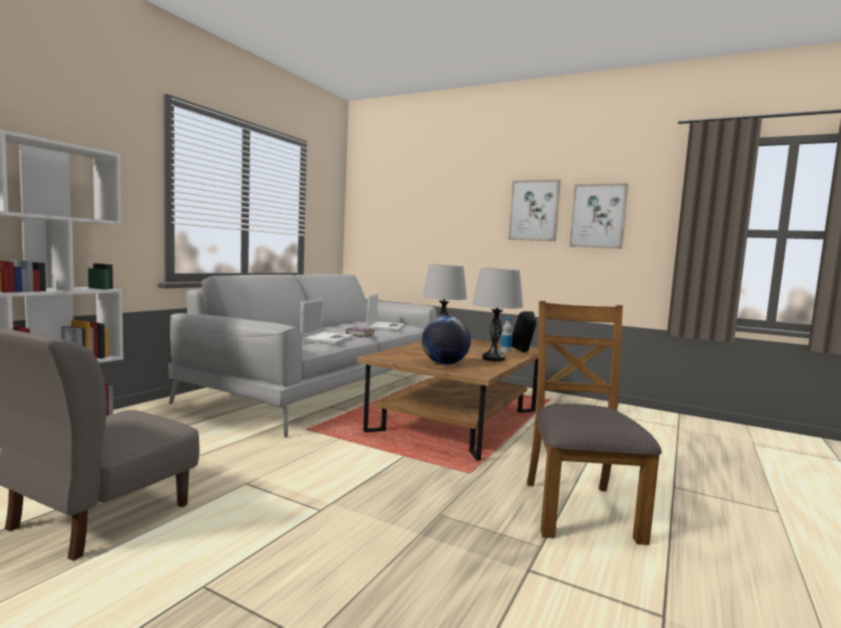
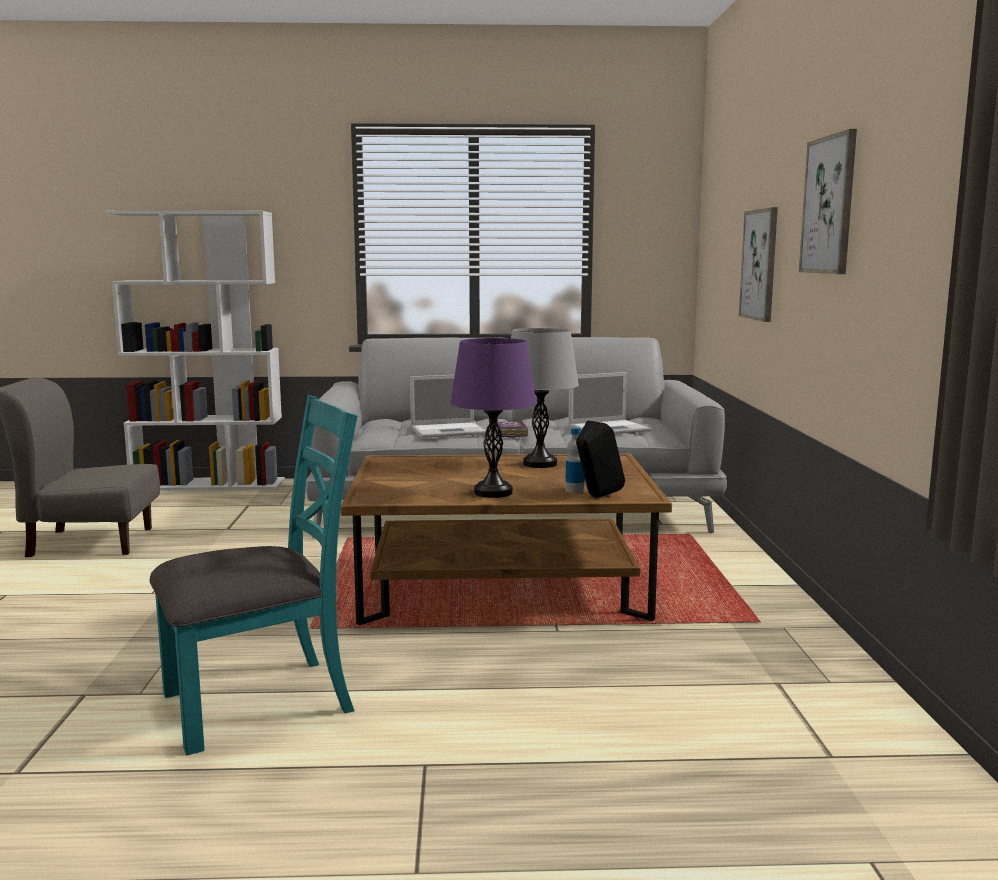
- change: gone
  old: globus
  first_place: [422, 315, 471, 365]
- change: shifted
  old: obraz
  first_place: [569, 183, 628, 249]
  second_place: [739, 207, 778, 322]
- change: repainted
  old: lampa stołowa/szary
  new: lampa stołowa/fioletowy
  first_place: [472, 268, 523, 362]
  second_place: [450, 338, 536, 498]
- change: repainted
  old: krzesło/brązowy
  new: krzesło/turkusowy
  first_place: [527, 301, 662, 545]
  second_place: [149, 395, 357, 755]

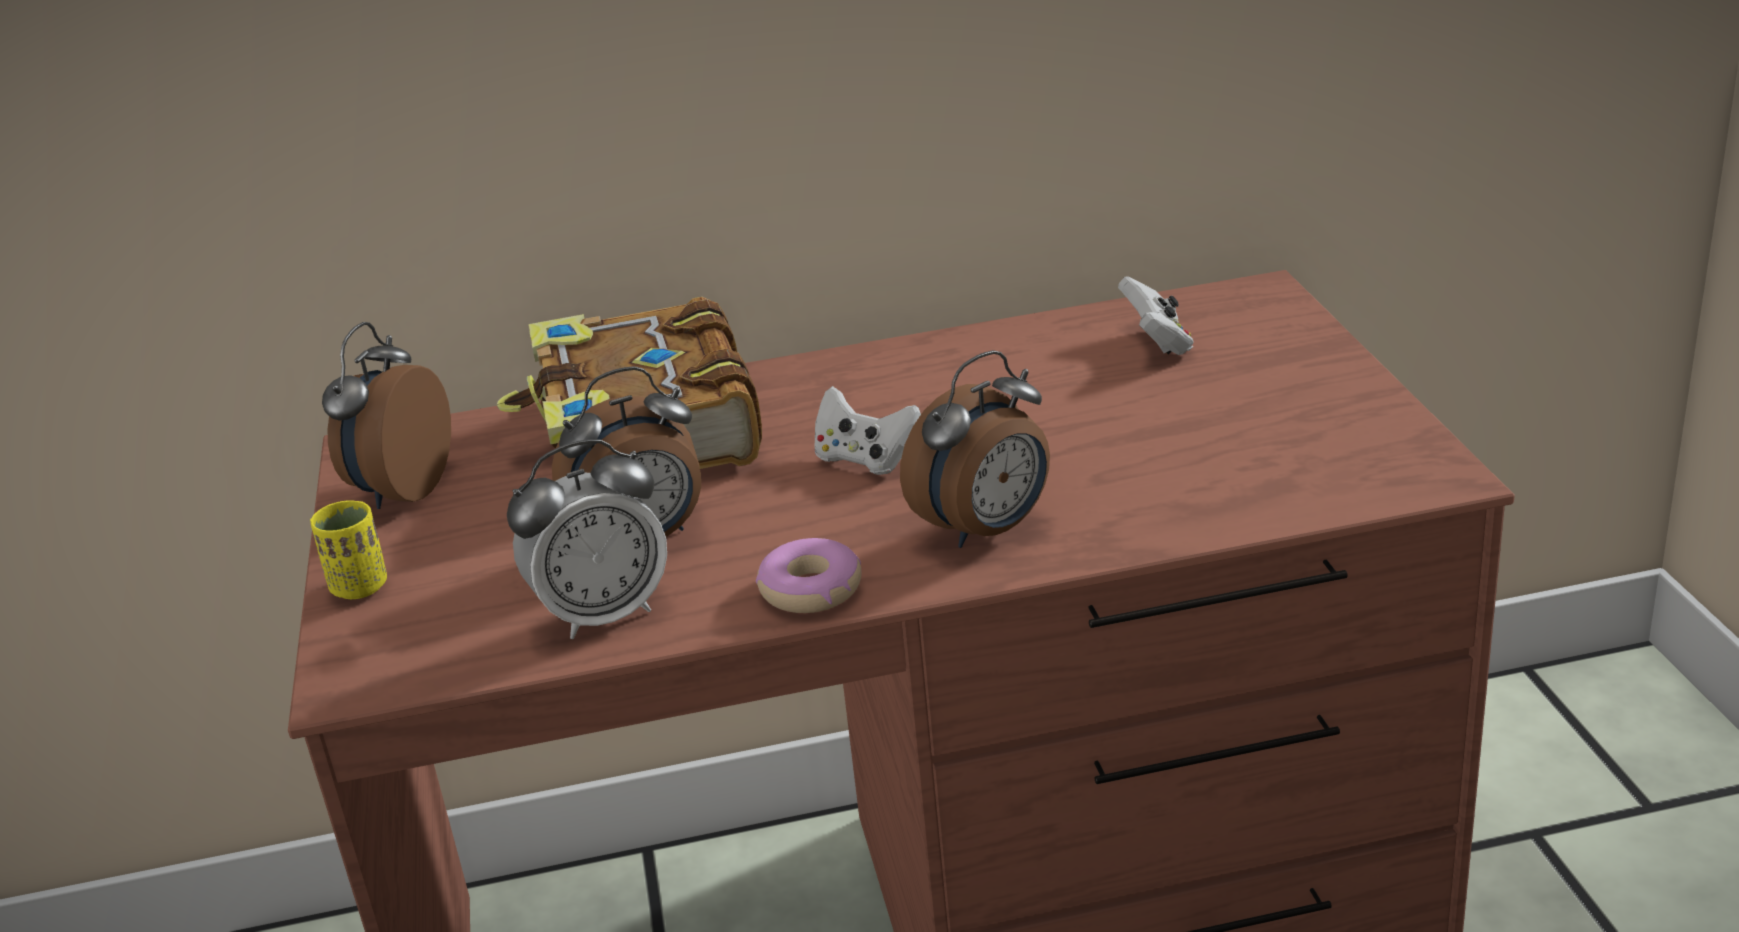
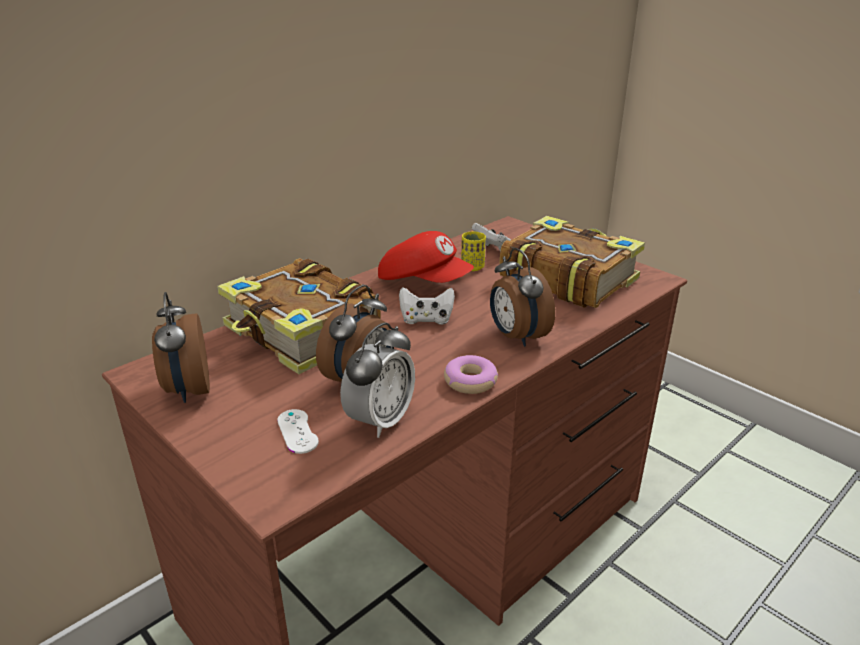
- change: new
  new: pad do gier/biały
  second_place: [277, 409, 319, 454]
- change: new
  new: czapka z daszkiem/czerwony
  second_place: [378, 231, 474, 283]
- change: new
  new: książka
  second_place: [499, 216, 645, 308]
- change: shifted
  old: filiżanka/żółty
  first_place: [310, 500, 387, 599]
  second_place: [461, 231, 486, 271]
- change: rotated
  old: budzik
  first_place: [900, 350, 1050, 548]
  second_place: [490, 248, 555, 347]
  degrees: 135

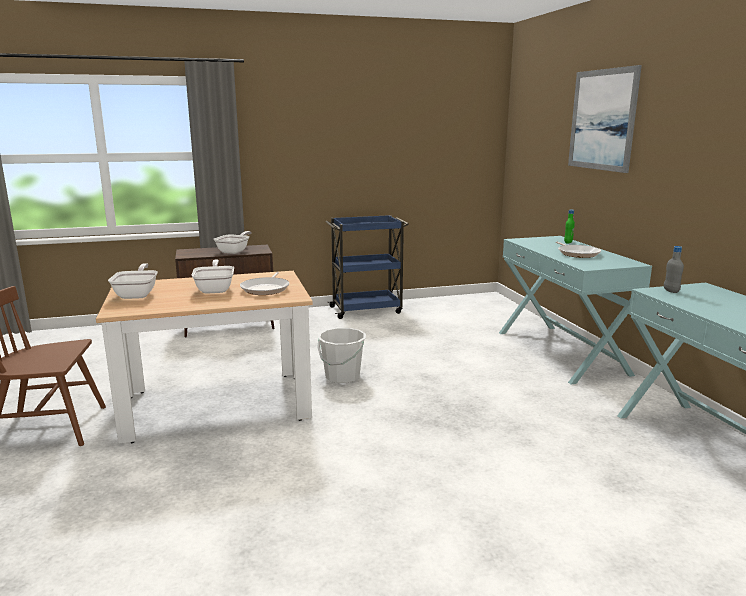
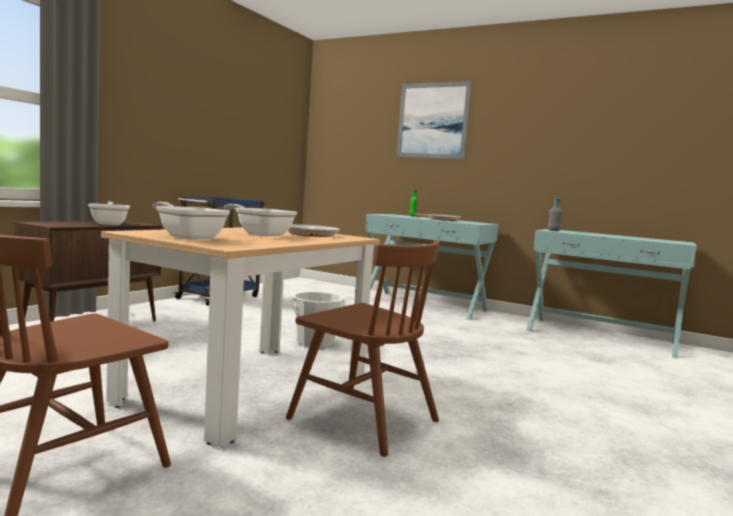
- change: new
  new: krzesło/brązowy
  second_place: [286, 240, 439, 457]

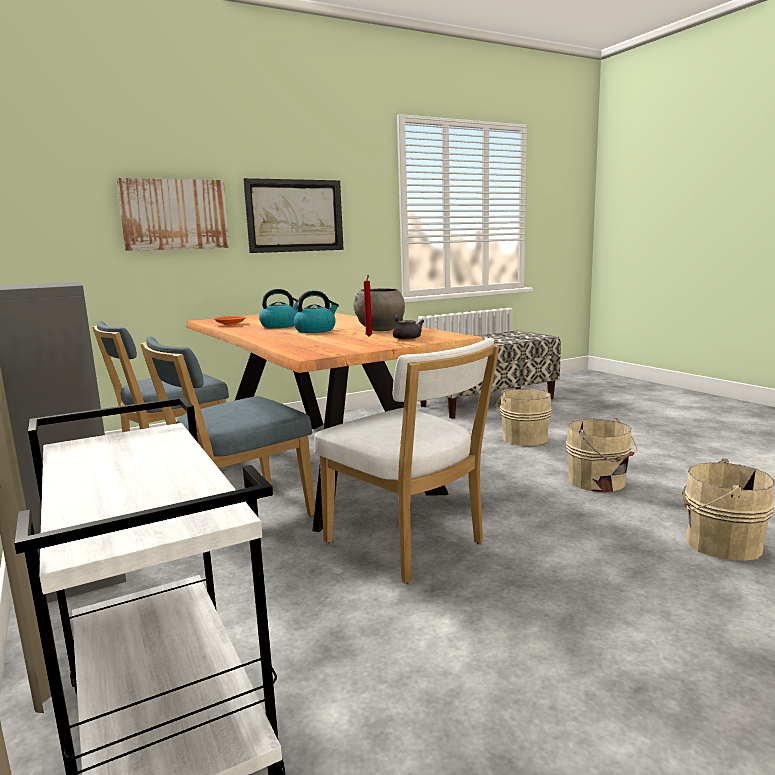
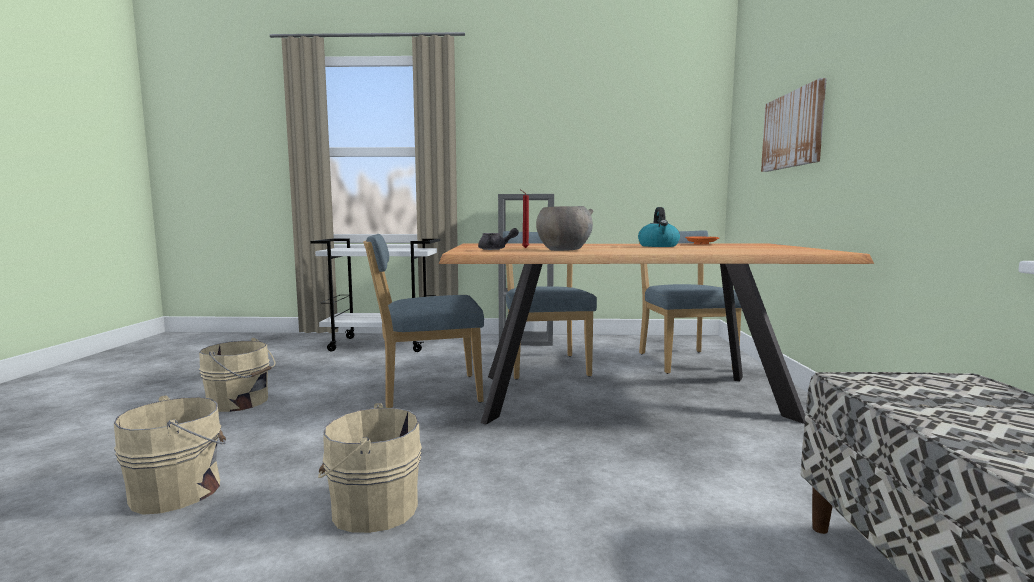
- change: gone
  old: obraz
  first_place: [243, 178, 344, 253]
- change: gone
  old: czajnik
  first_place: [294, 291, 339, 333]
- change: shifted
  old: wiadro/beżowy
  first_place: [496, 388, 552, 446]
  second_place: [199, 338, 275, 412]
- change: repainted
  old: krzesło/biały
  new: krzesło/niebieski
  first_place: [314, 338, 499, 583]
  second_place: [363, 234, 484, 408]

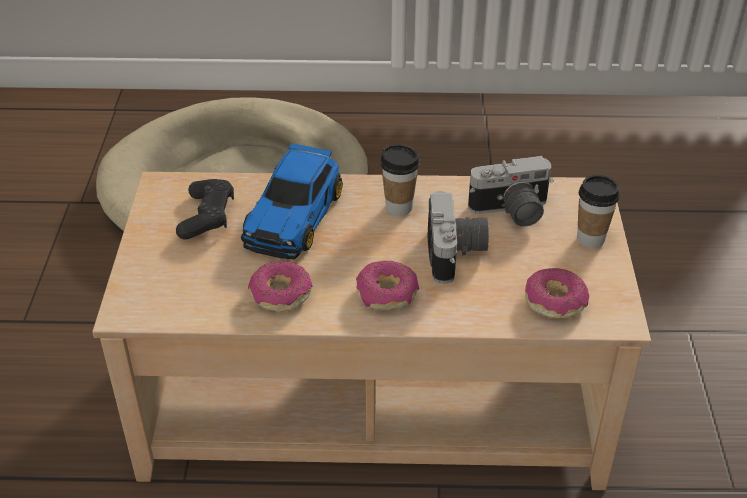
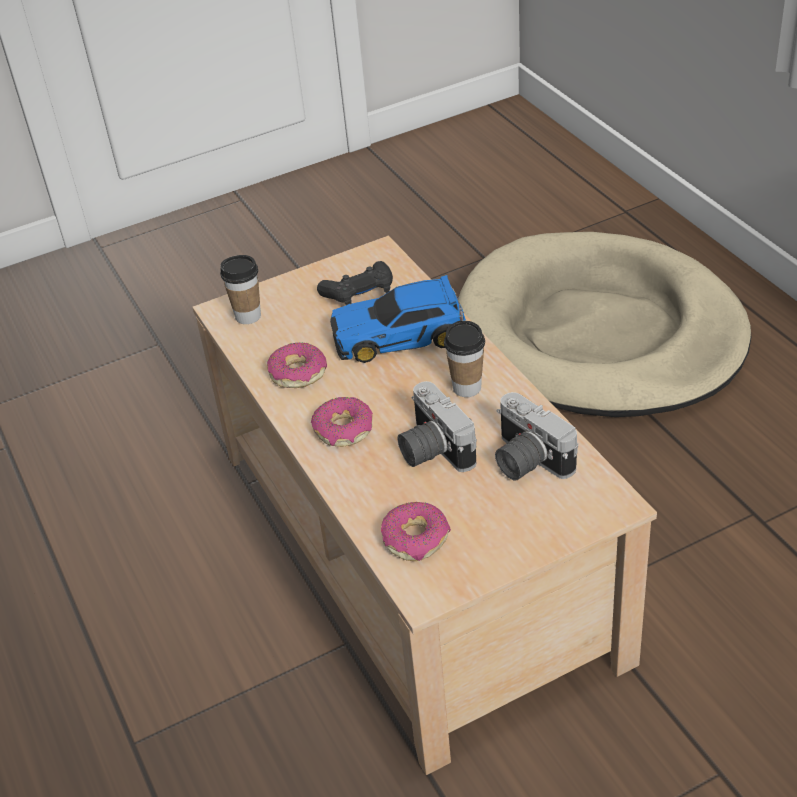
- change: shifted
  old: filiżanka
  first_place: [577, 175, 620, 248]
  second_place: [220, 255, 261, 324]
- change: rotated
  old: aparat fotograficzny
  first_place: [427, 192, 489, 284]
  second_place: [398, 381, 477, 472]
  degrees: 90

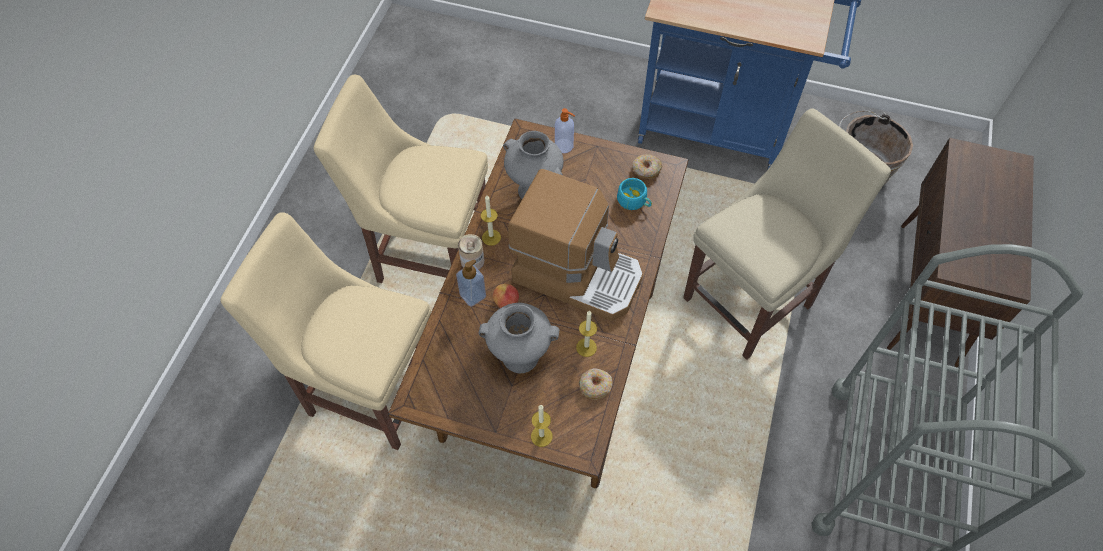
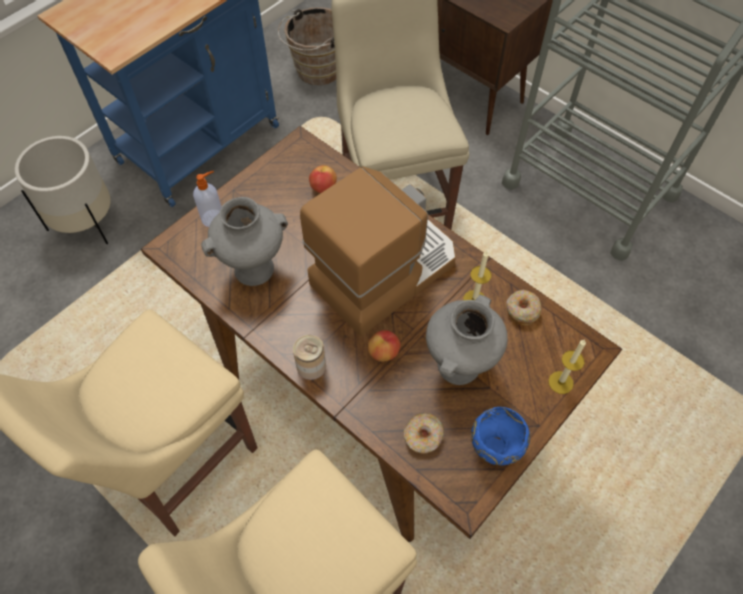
- change: gone
  old: dozownik mydła
  first_place: [456, 259, 486, 307]
- change: gone
  old: świeca
  first_place: [481, 196, 501, 246]
- change: new
  new: donica/biały
  second_place: [15, 136, 111, 244]
- change: new
  new: miska/niebieski
  second_place: [471, 407, 530, 466]
- change: shifted
  old: donut
  first_place: [633, 154, 662, 179]
  second_place: [404, 413, 444, 454]
- change: swapped
  old: filiżanka/turkusowy
  new: jabłko
  first_place: [617, 178, 652, 210]
  second_place: [309, 165, 337, 193]

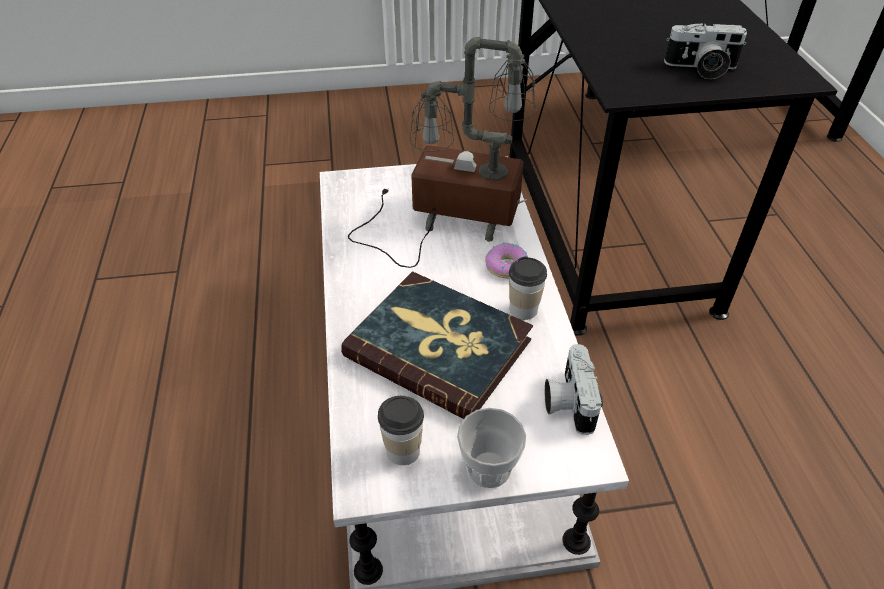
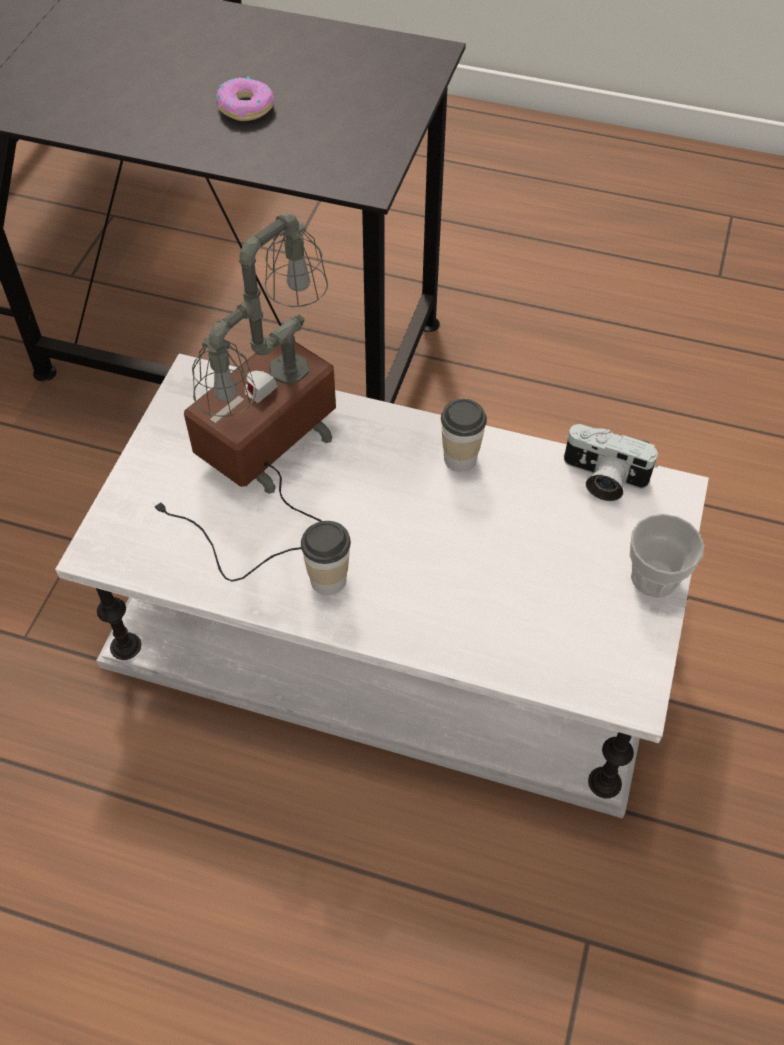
- change: gone
  old: książka
  first_place: [341, 271, 533, 419]
- change: gone
  old: aparat fotograficzny
  first_place: [664, 23, 747, 79]
- change: shifted
  old: filiżanka
  first_place: [378, 396, 424, 465]
  second_place: [301, 521, 351, 595]
- change: shifted
  old: donut
  first_place: [485, 242, 528, 279]
  second_place: [216, 77, 275, 121]

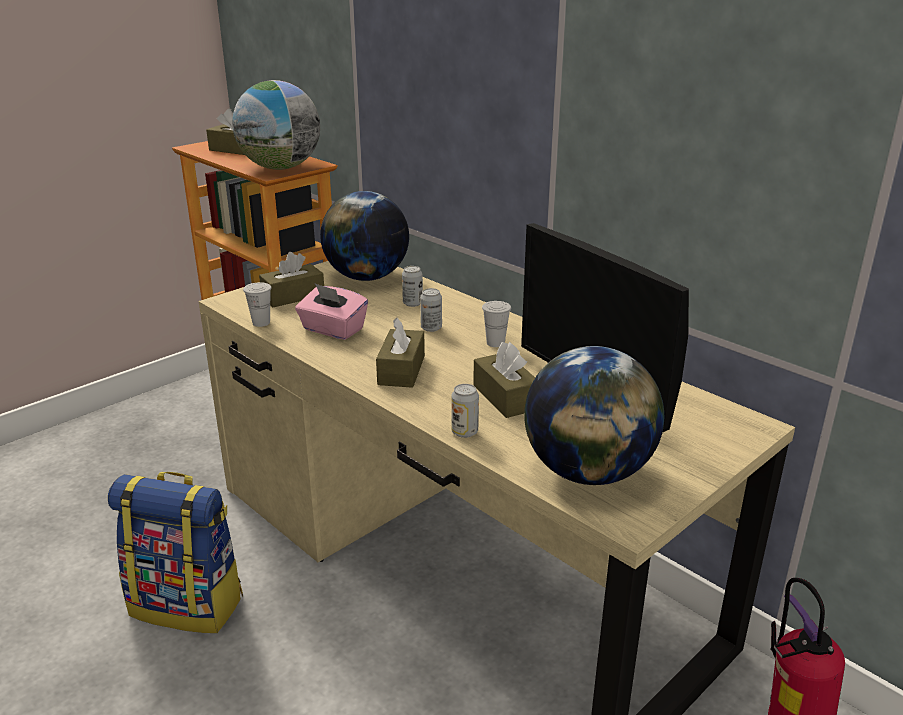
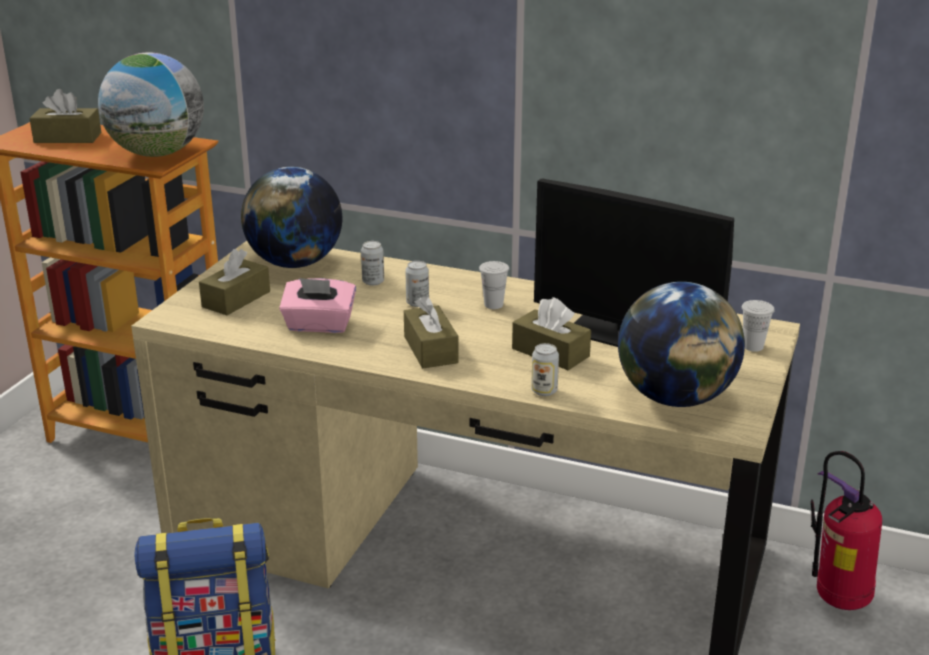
- change: shifted
  old: filiżanka/biały
  first_place: [243, 282, 272, 327]
  second_place: [742, 300, 775, 352]

